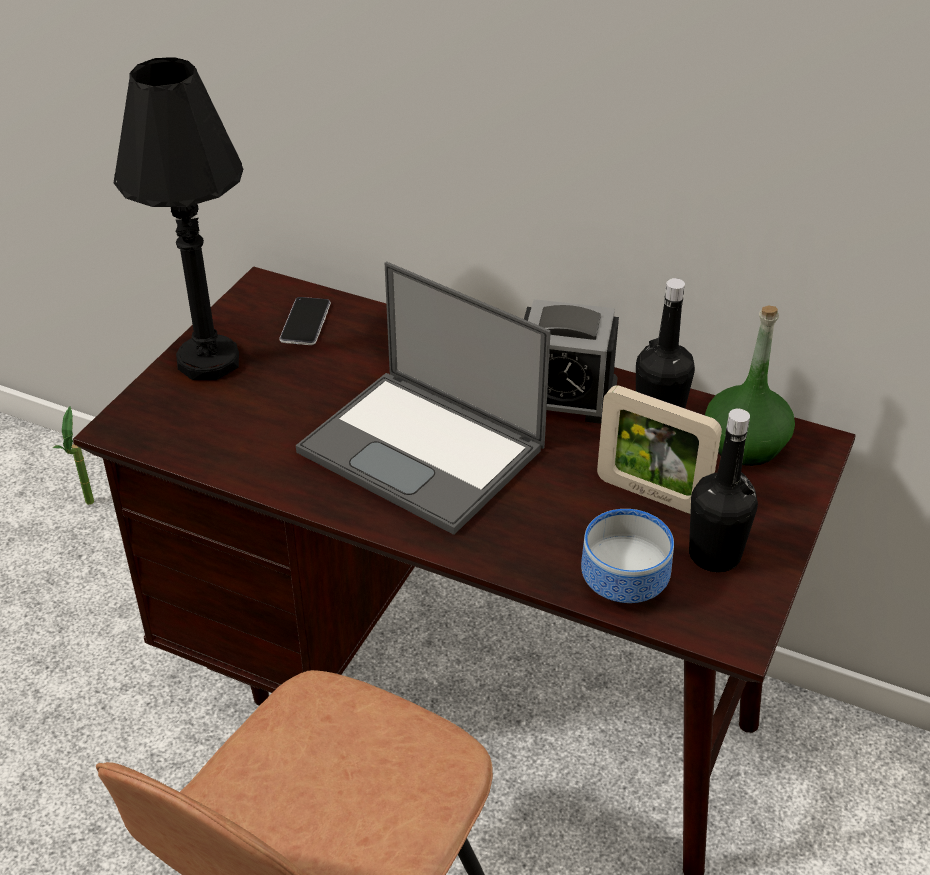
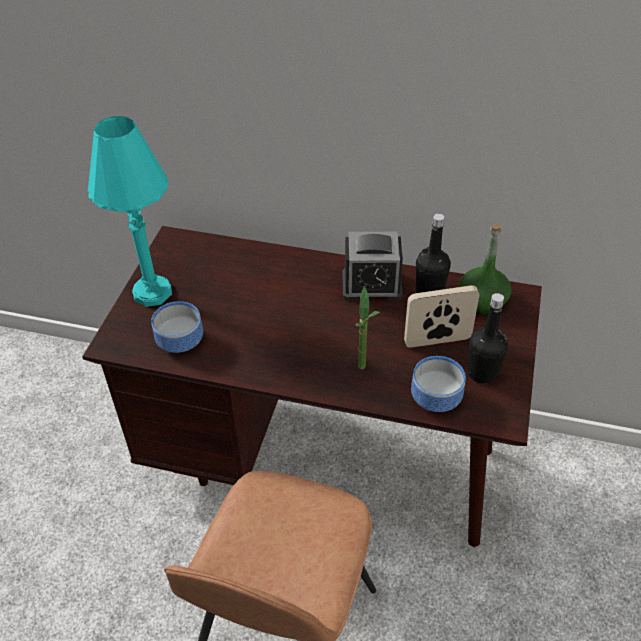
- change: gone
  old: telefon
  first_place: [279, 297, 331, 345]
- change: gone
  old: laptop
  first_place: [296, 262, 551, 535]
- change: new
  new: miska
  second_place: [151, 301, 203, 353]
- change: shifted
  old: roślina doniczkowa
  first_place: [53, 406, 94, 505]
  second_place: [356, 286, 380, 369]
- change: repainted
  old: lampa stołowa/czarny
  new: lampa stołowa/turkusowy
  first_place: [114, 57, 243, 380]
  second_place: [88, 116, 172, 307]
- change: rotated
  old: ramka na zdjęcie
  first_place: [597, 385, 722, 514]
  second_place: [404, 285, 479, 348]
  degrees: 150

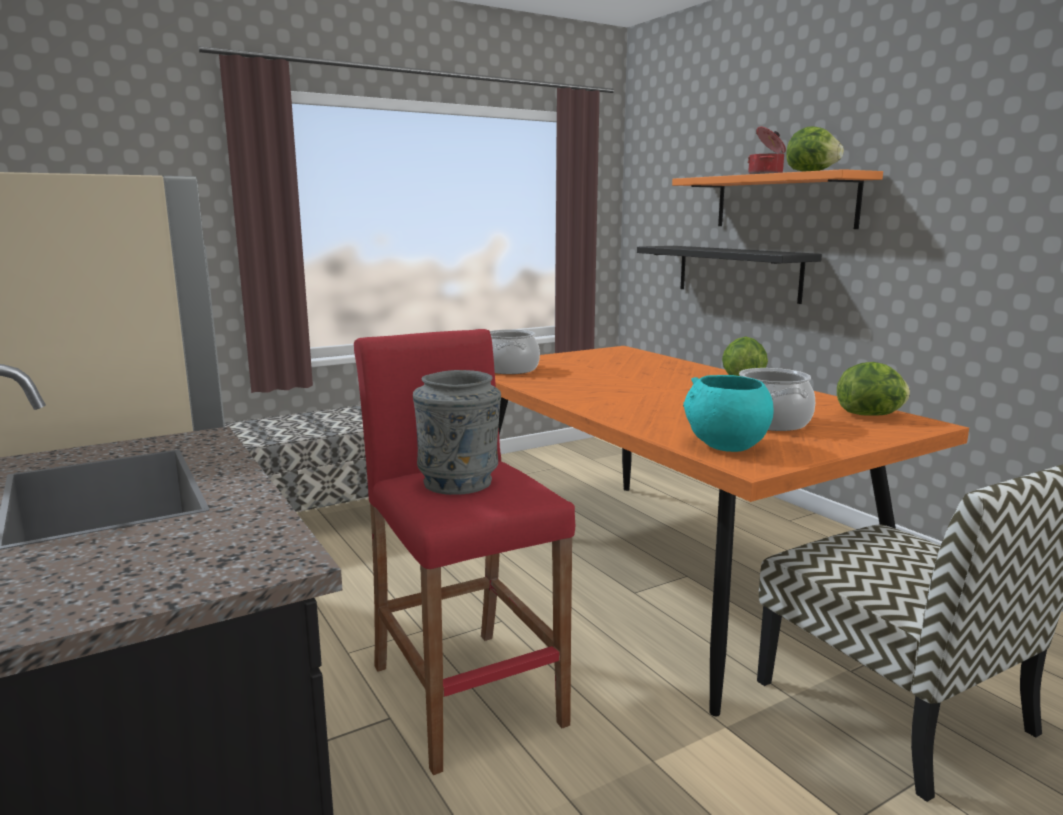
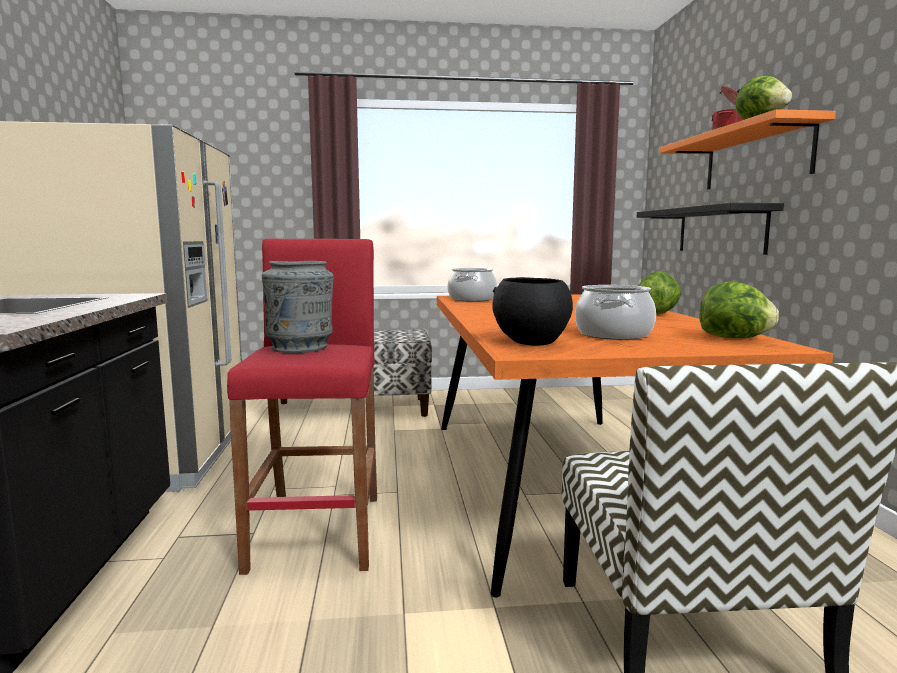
- change: repainted
  old: miska/turkusowy
  new: miska/czarny
  first_place: [683, 375, 774, 452]
  second_place: [492, 277, 573, 346]

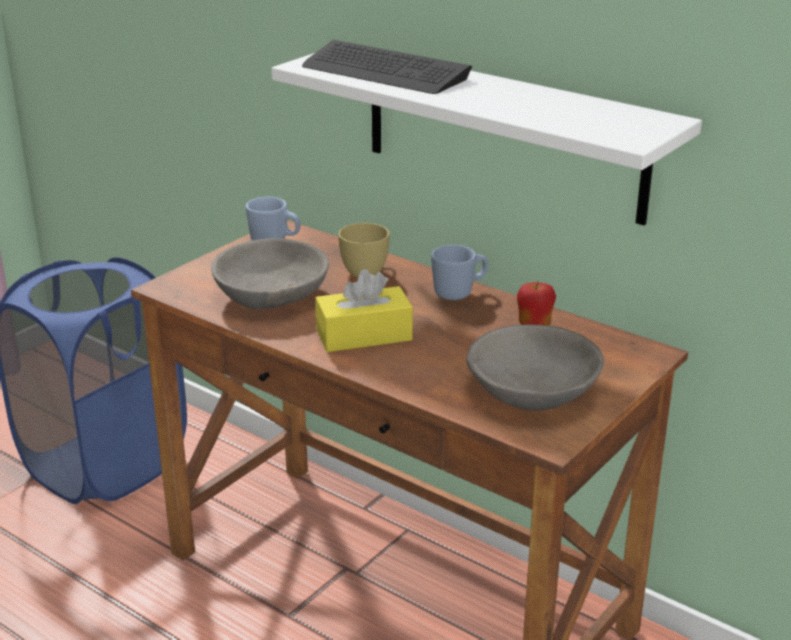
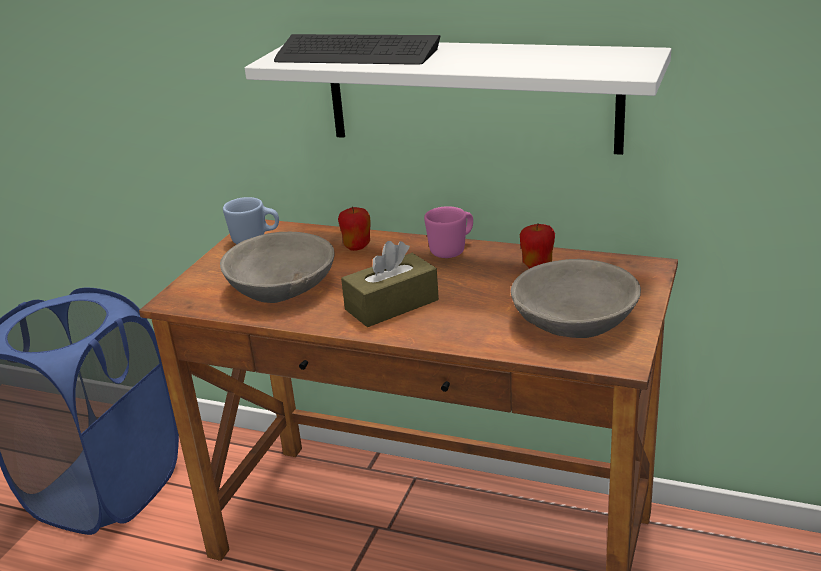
- change: swapped
  old: filiżanka/żółty
  new: jabłko
  first_place: [338, 223, 390, 277]
  second_place: [338, 206, 371, 251]
- change: repainted
  old: pudełko chusteczek/żółty
  new: pudełko chusteczek/brązowy
  first_place: [315, 269, 413, 352]
  second_place: [341, 241, 439, 327]
- change: repainted
  old: kubek/niebieski
  new: kubek/różowy
  first_place: [431, 245, 488, 300]
  second_place: [424, 206, 473, 258]

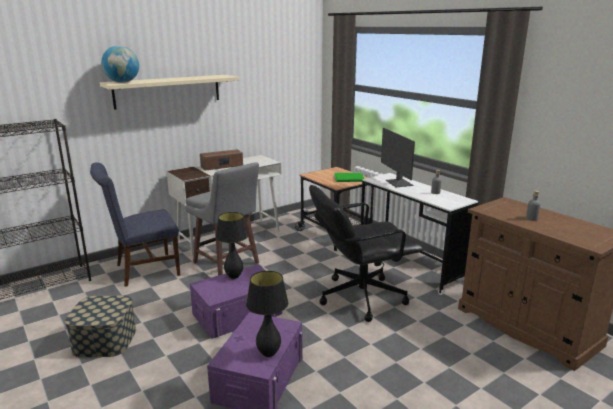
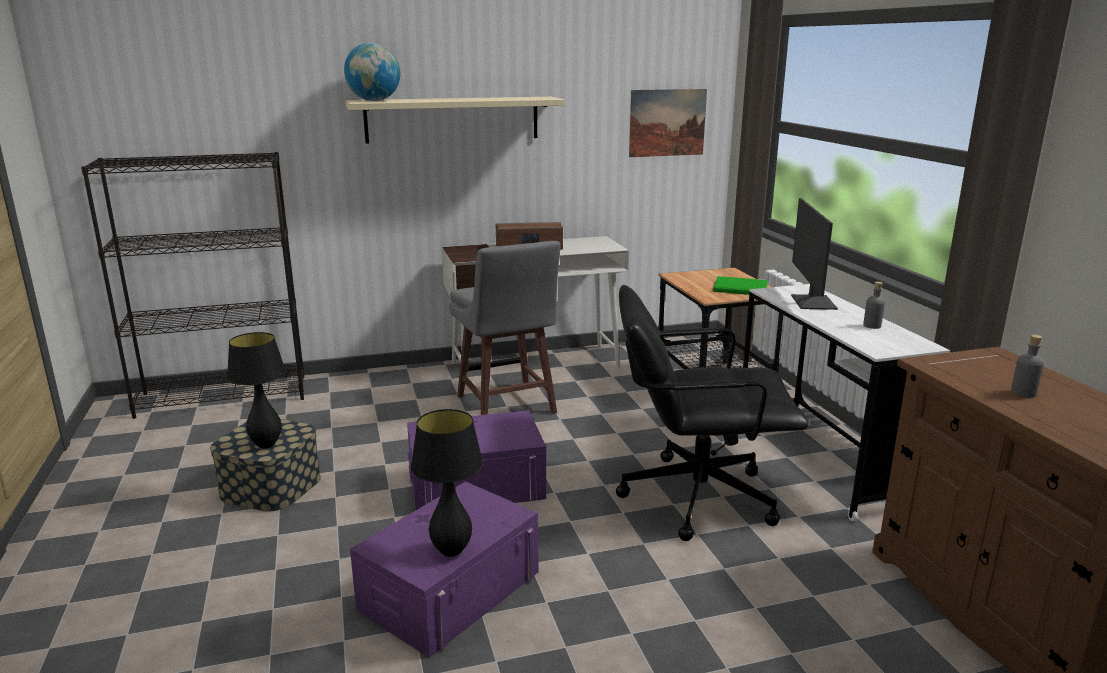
- change: gone
  old: krzesło/niebieski
  first_place: [90, 162, 180, 287]
- change: new
  new: obraz
  second_place: [629, 89, 707, 157]
- change: shifted
  old: lampa stołowa/czarny
  first_place: [216, 212, 248, 279]
  second_place: [227, 332, 286, 449]

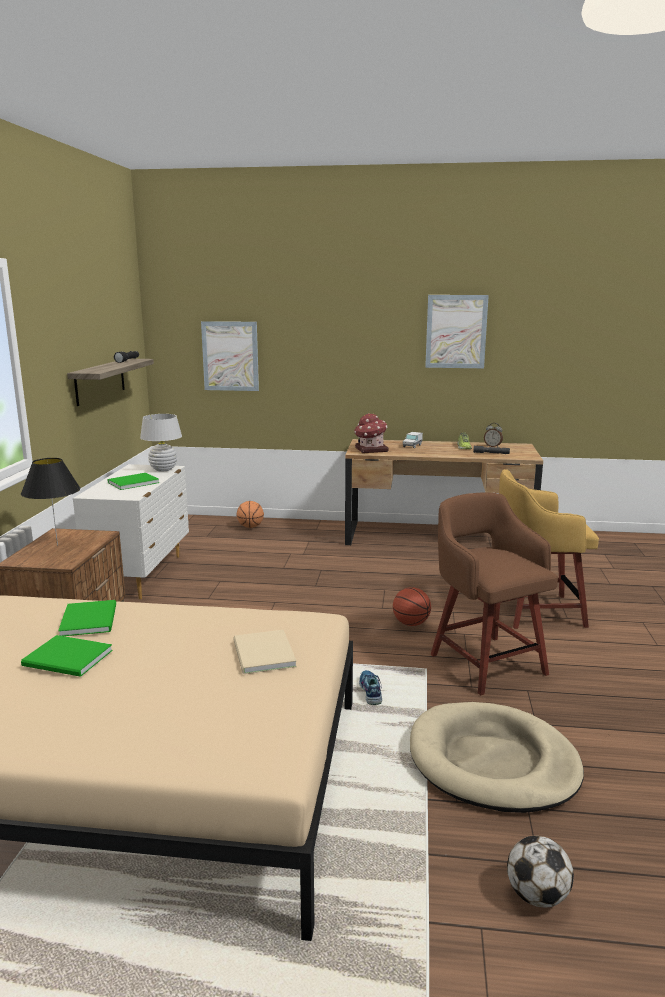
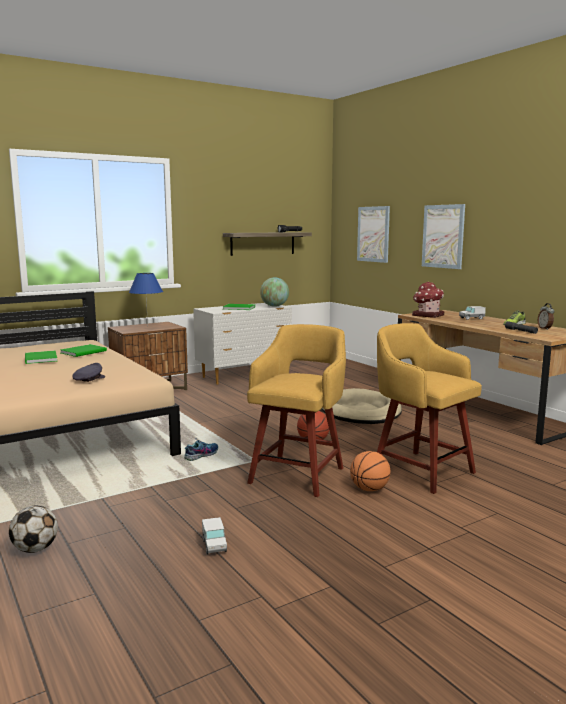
- change: new
  new: ciężarówka zabawkowa
  second_place: [202, 517, 227, 554]
- change: shifted
  old: piłka do koszykówki
  first_place: [236, 501, 264, 528]
  second_place: [350, 451, 391, 491]
- change: shifted
  old: legowisko/beżowy
  first_place: [410, 702, 584, 813]
  second_place: [322, 388, 402, 424]
- change: shifted
  old: obraz
  first_place: [425, 295, 489, 368]
  second_place: [422, 204, 465, 269]
- change: swapped
  old: lampa stołowa/biały
  new: globus
  first_place: [140, 414, 182, 472]
  second_place: [260, 277, 289, 307]
- change: swapped
  old: książka/beżowy
  new: czapka z daszkiem/szary
  first_place: [234, 630, 297, 674]
  second_place: [72, 363, 105, 382]
- change: repainted
  old: lampa stołowa/czarny
  new: lampa stołowa/niebieski
  first_place: [21, 458, 80, 546]
  second_place: [129, 273, 163, 326]
- change: repainted
  old: stołek/brązowy
  new: stołek/żółty
  first_place: [431, 492, 558, 695]
  second_place: [247, 324, 346, 497]

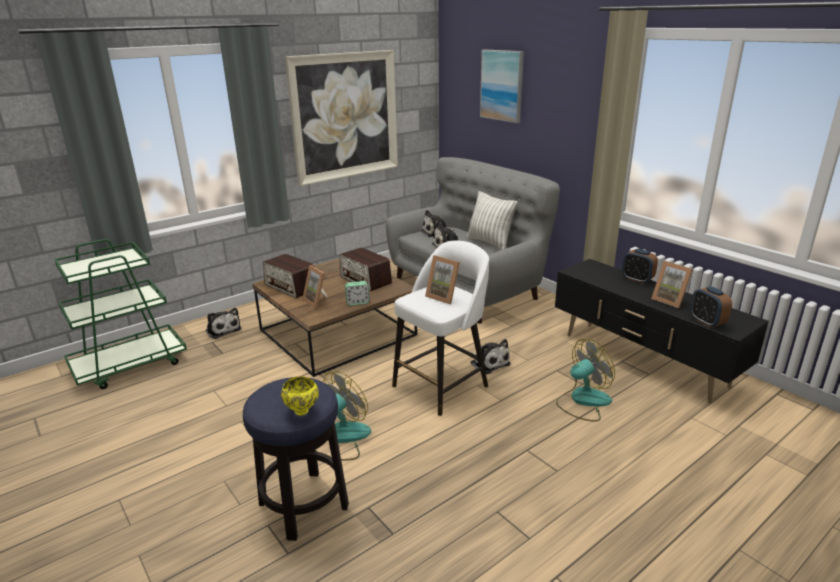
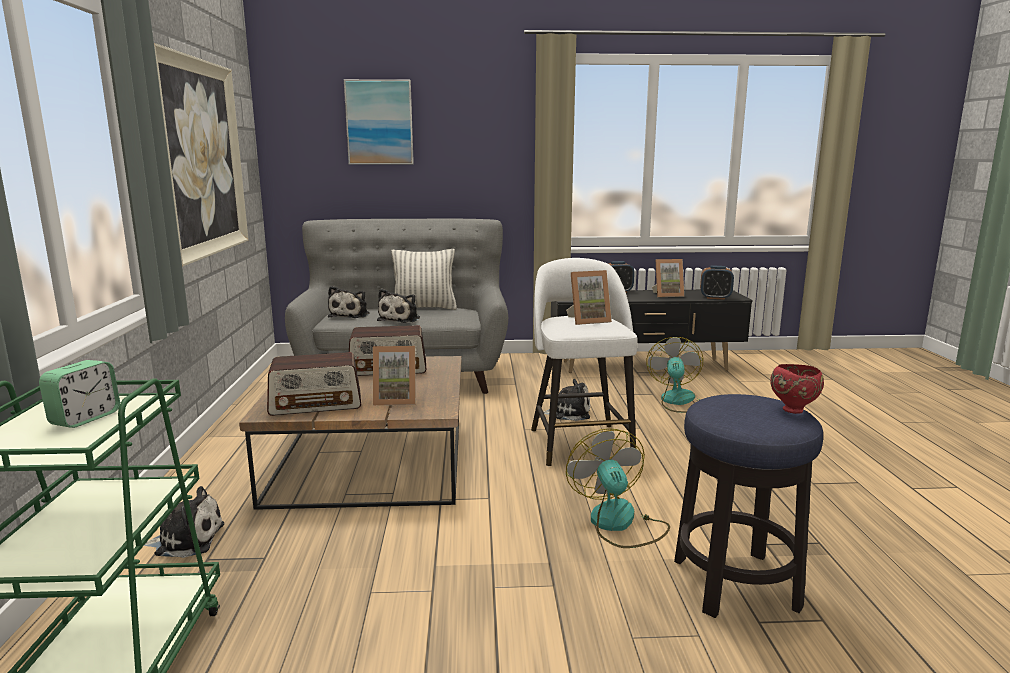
- change: shifted
  old: budzik
  first_place: [345, 281, 370, 306]
  second_place: [39, 360, 120, 428]
- change: repainted
  old: miska/żółty
  new: miska/czerwony
  first_place: [281, 376, 319, 416]
  second_place: [770, 364, 824, 414]

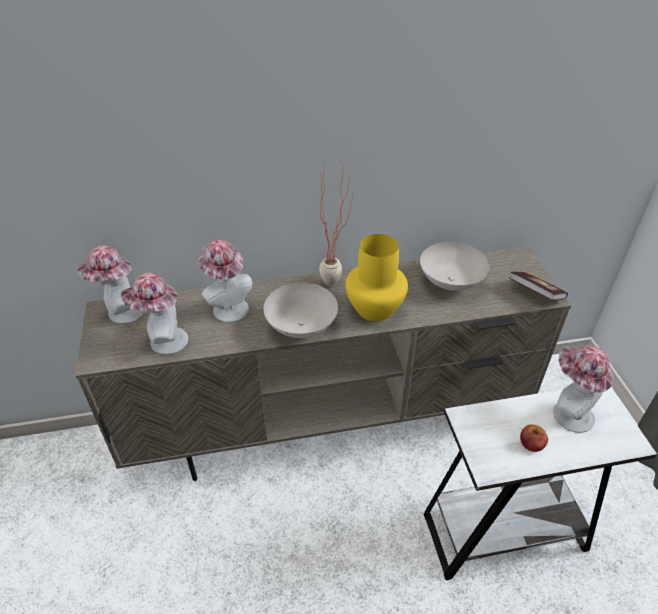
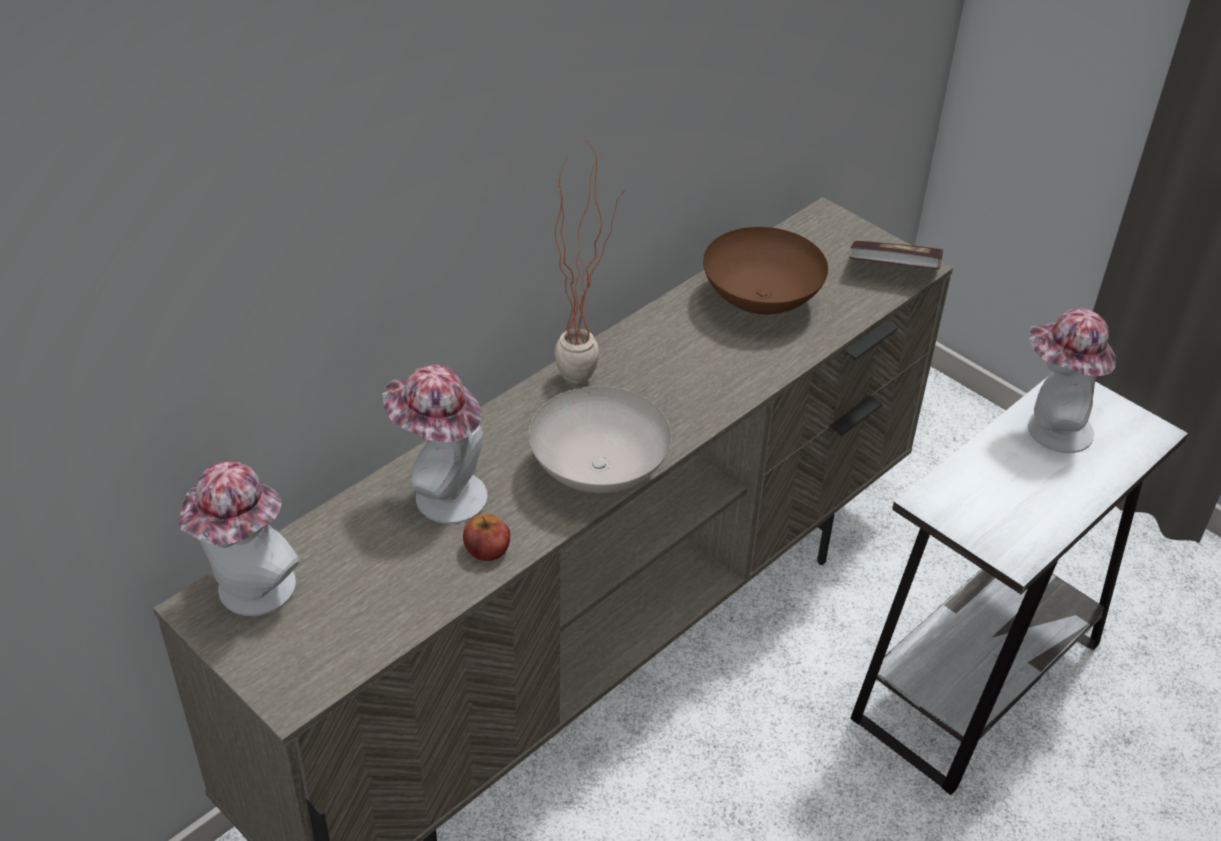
- change: gone
  old: kapelusz
  first_place: [121, 273, 189, 355]
- change: gone
  old: wazon/żółty
  first_place: [345, 234, 408, 321]
- change: shifted
  old: jabłko
  first_place: [520, 424, 548, 452]
  second_place: [463, 514, 510, 561]
- change: repainted
  old: miska/biały
  new: miska/brązowy
  first_place: [420, 242, 489, 291]
  second_place: [703, 227, 828, 314]

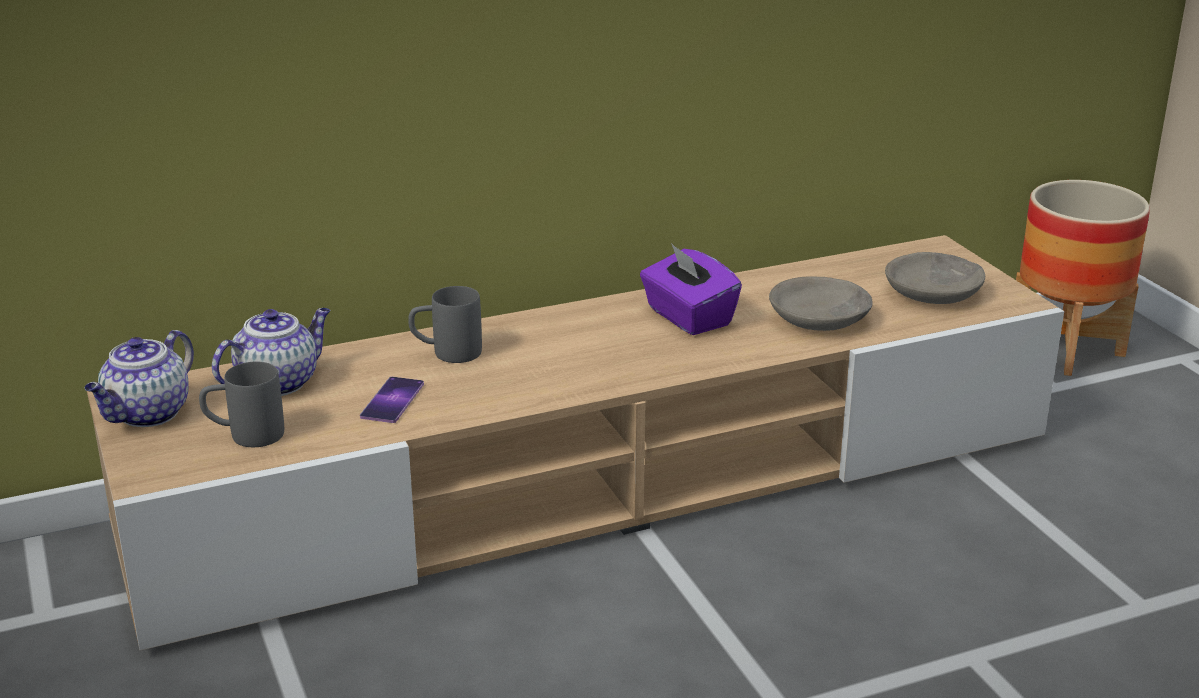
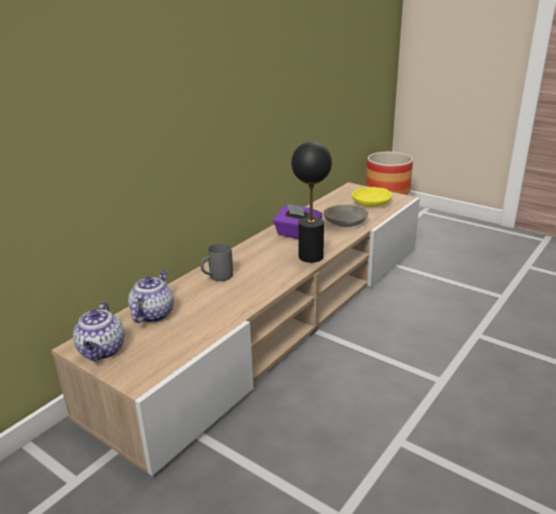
- change: gone
  old: kubek/szary
  first_place: [199, 362, 284, 447]
- change: gone
  old: telefon
  first_place: [360, 377, 424, 423]
- change: new
  new: lampa stołowa/czarny
  second_place: [291, 142, 332, 263]
- change: repainted
  old: miska/szary
  new: miska/żółty
  first_place: [885, 252, 985, 304]
  second_place: [352, 187, 392, 207]

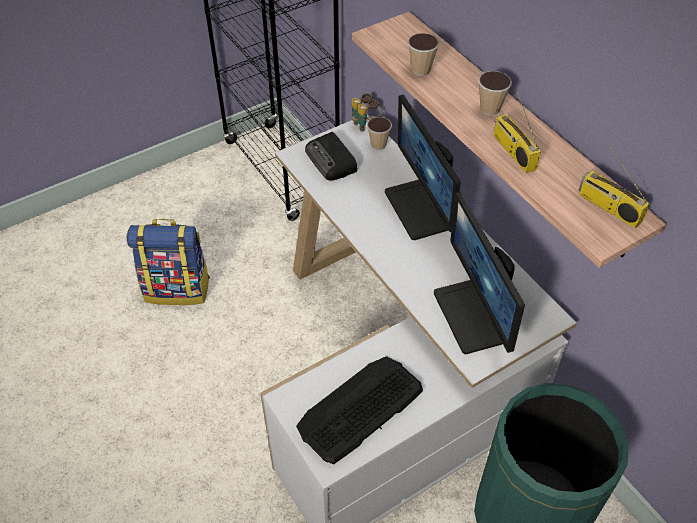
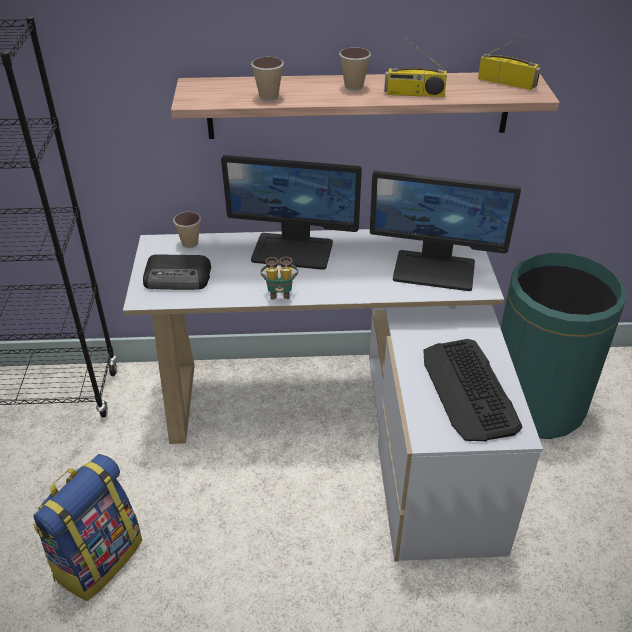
- change: shifted
  old: lornetka
  first_place: [352, 93, 383, 132]
  second_place: [260, 257, 298, 300]
- change: rotated
  old: radio
  first_place: [578, 146, 650, 228]
  second_place: [478, 30, 541, 90]
  degrees: -135

